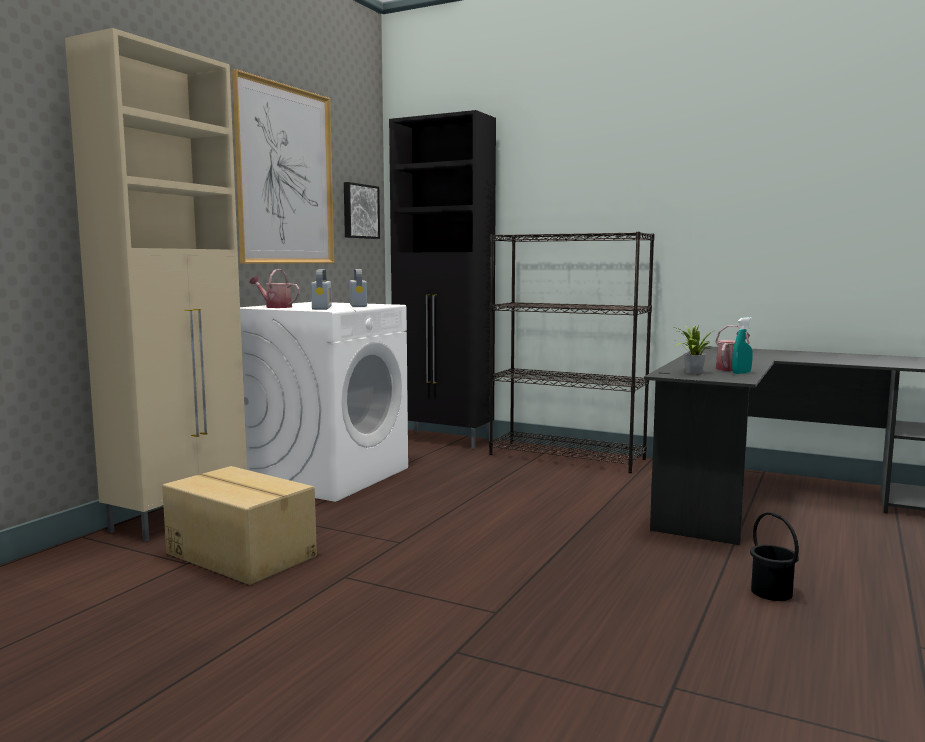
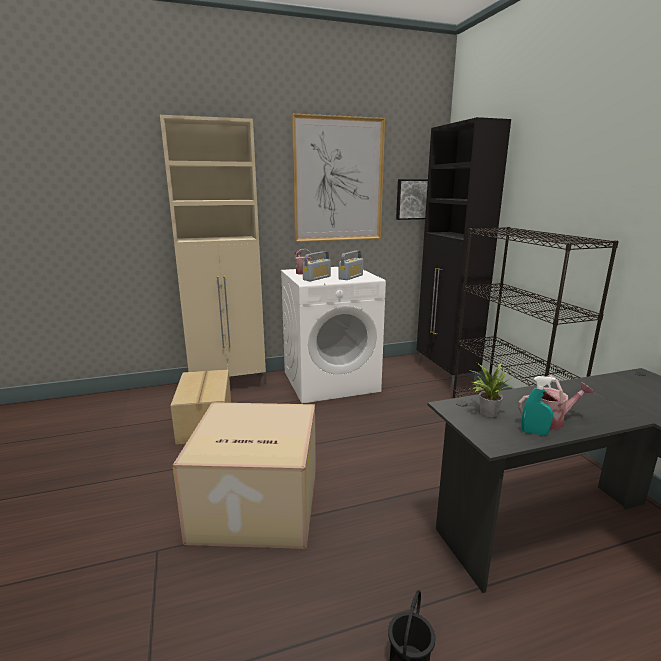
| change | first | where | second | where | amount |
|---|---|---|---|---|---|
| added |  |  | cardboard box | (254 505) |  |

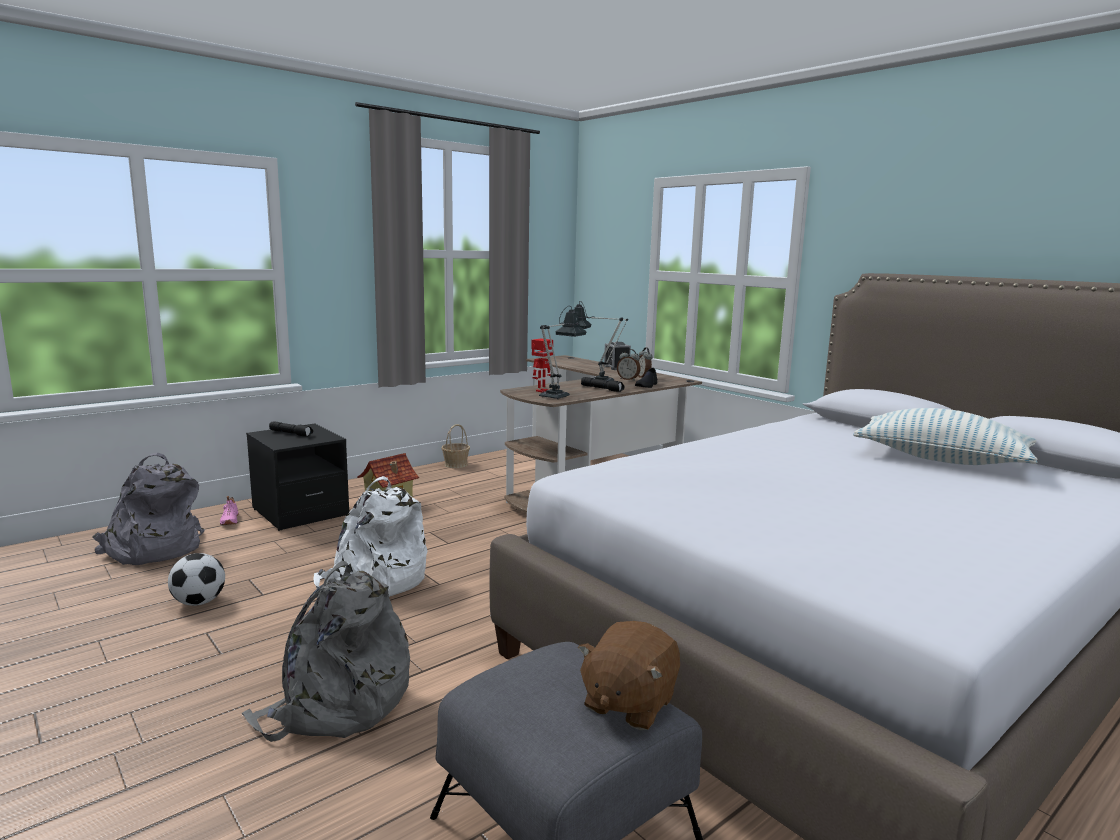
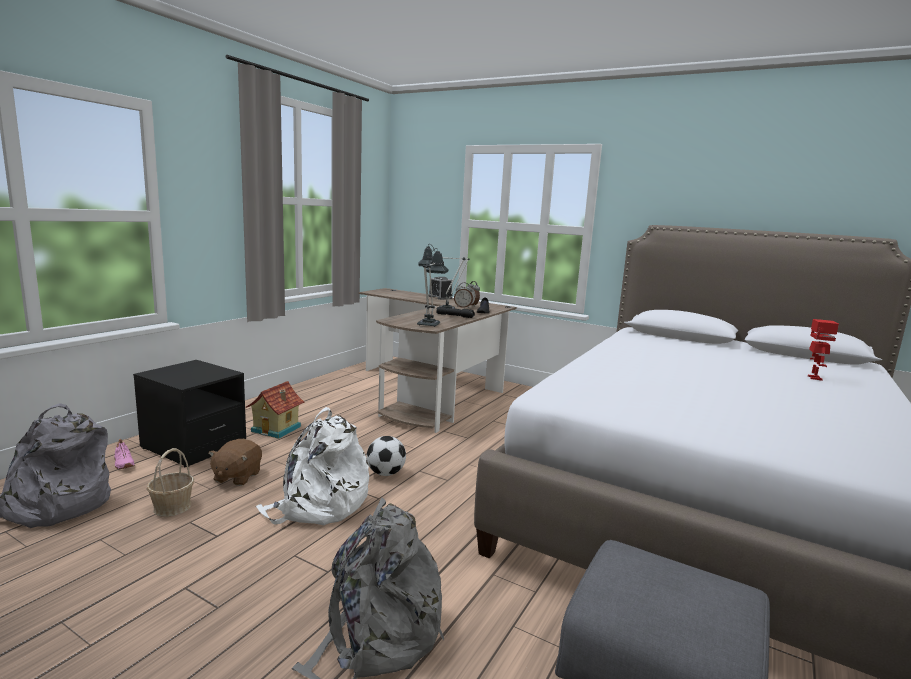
| change | first | where | second | where | amount |
|---|---|---|---|---|---|
| removed | black flashlight | (291 433) |  |  |  |
| removed | pillow | (941 460) |  |  |  |
| moved | football | (199 602) |  | (385 473) |  |
| moved | basket | (455 464) |  | (172 507) |  |
| moved | toy robot | (541 391) |  | (813 378) |  |
| moved | brown plush toy | (628 703) |  | (236 477) |  |

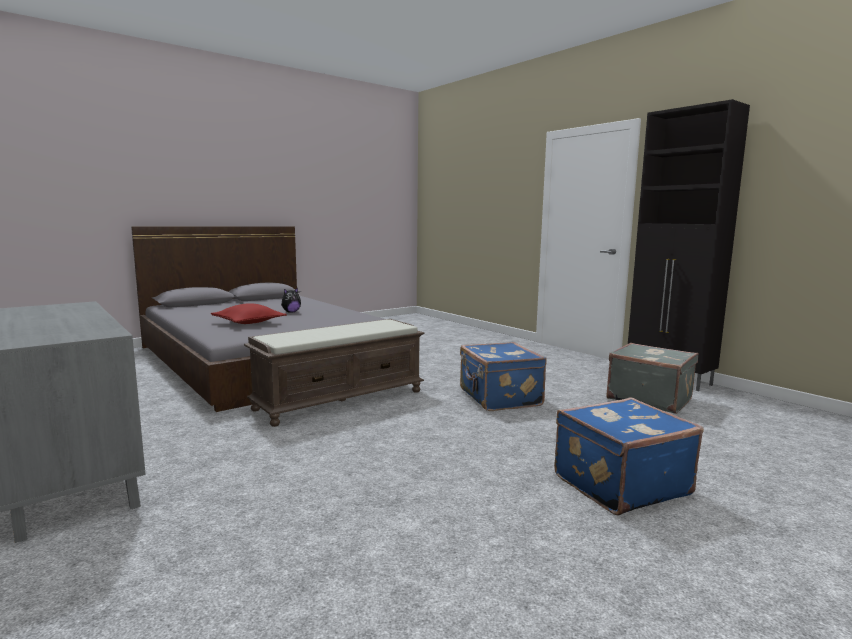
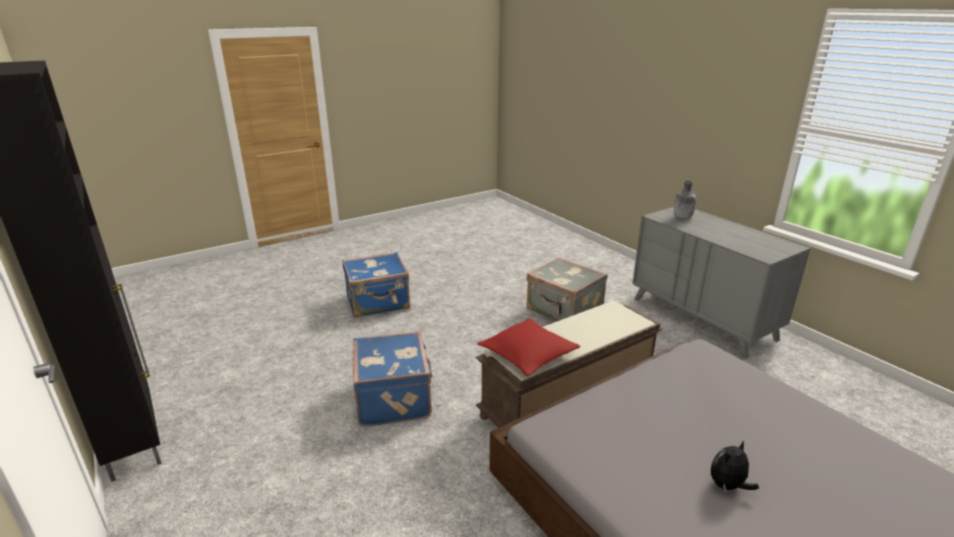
| change | first | where | second | where | amount |
|---|---|---|---|---|---|
| added |  |  | grey bottle | (682 218) |  |
| moved | red pillow | (249 322) |  | (528 354) |  |
| moved | grey suitcase | (649 398) |  | (564 311) |  |

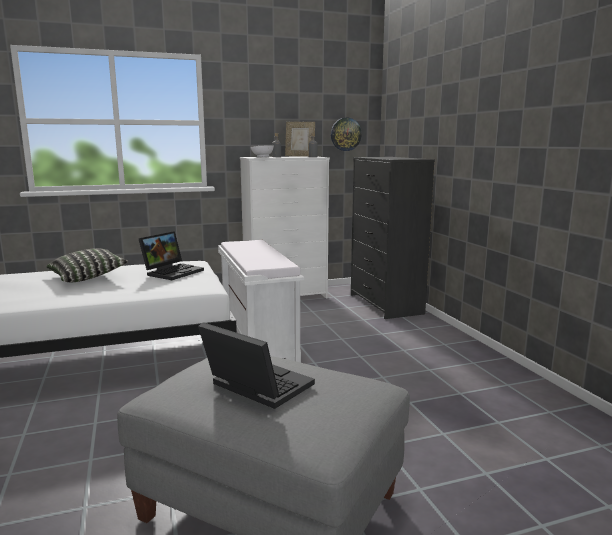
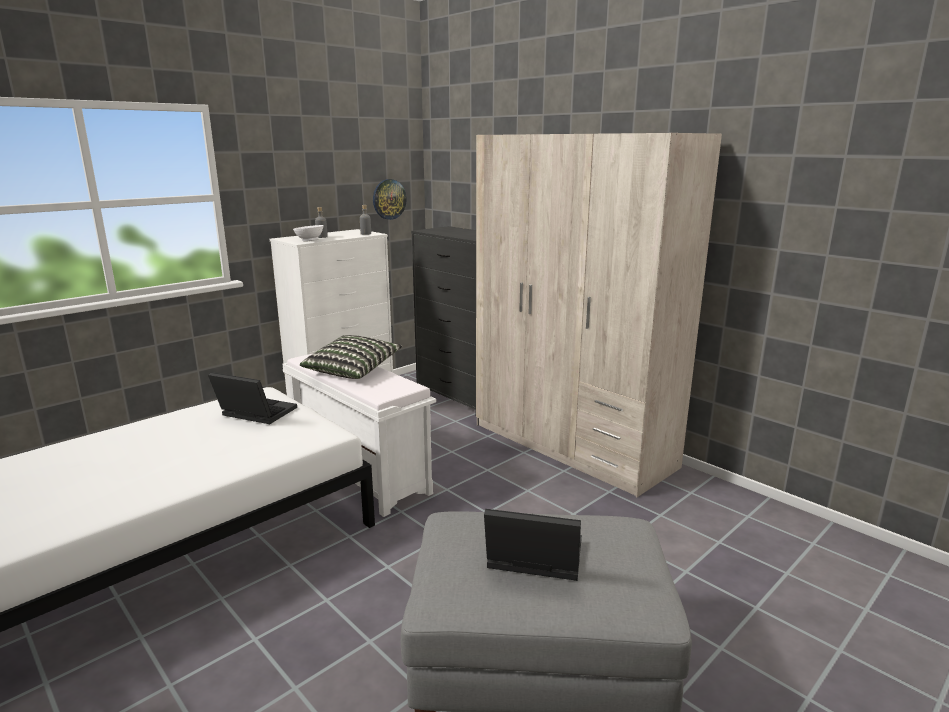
| change | first | where | second | where | amount |
|---|---|---|---|---|---|
| removed | picture frame | (300 156) |  |  |  |
| added |  |  | beige wardrobe | (571 445) |  |
| moved | pillow | (88 277) |  | (353 370) |  |
| turned | laptop | (173 272) |  | (254 413) | 75 degrees counterclockwise |

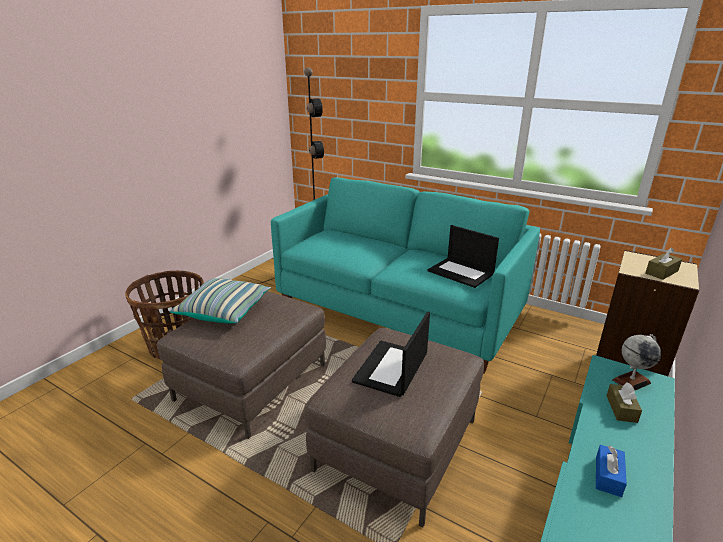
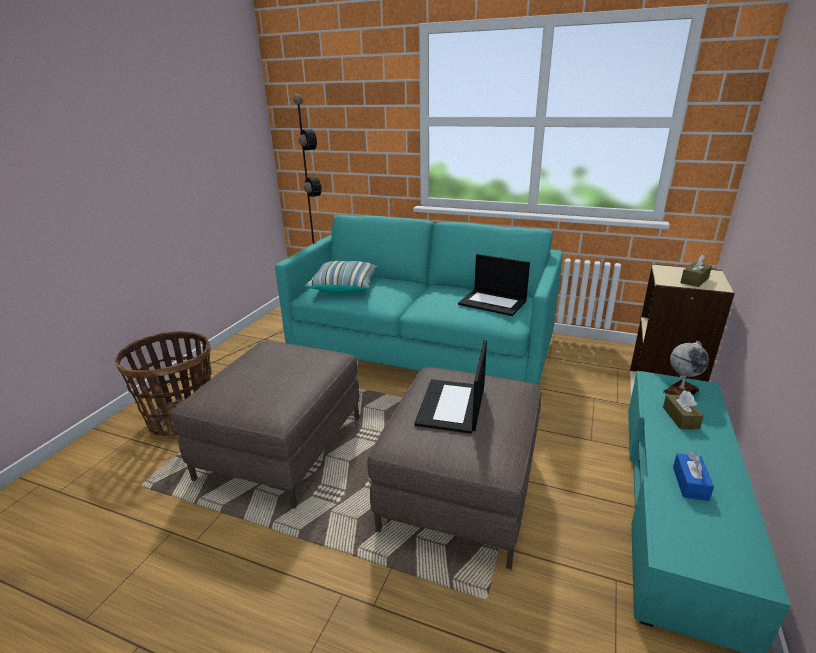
| change | first | where | second | where | amount |
|---|---|---|---|---|---|
| moved | pillow | (224 310) |  | (344 286) |  |

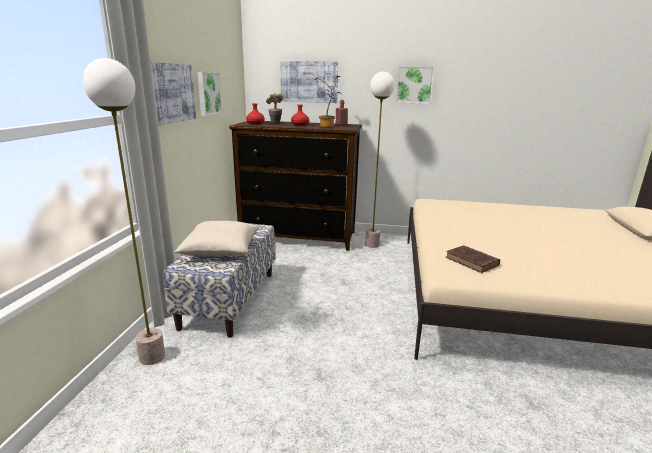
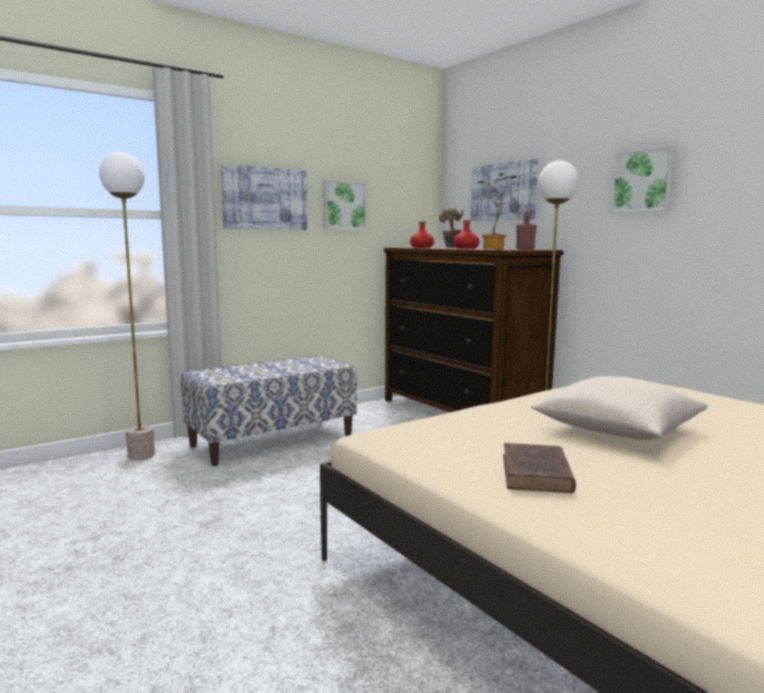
| change | first | where | second | where | amount |
|---|---|---|---|---|---|
| moved | beige pillow | (221 250) |  | (617 430) |  |
| moved | brown book | (473 262) |  | (536 474) |  |

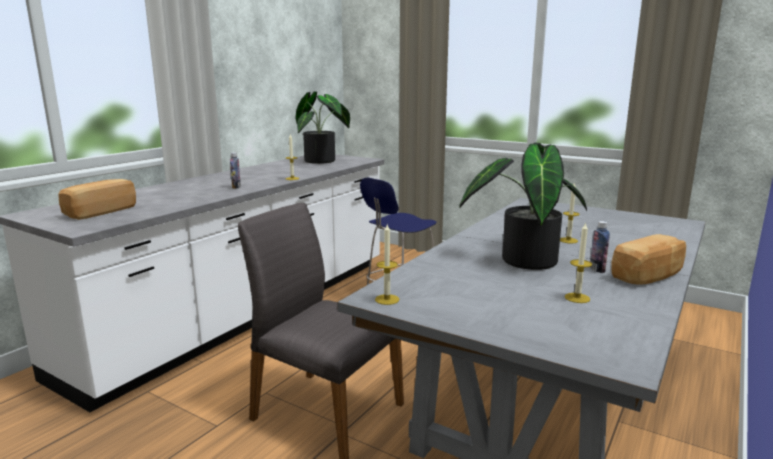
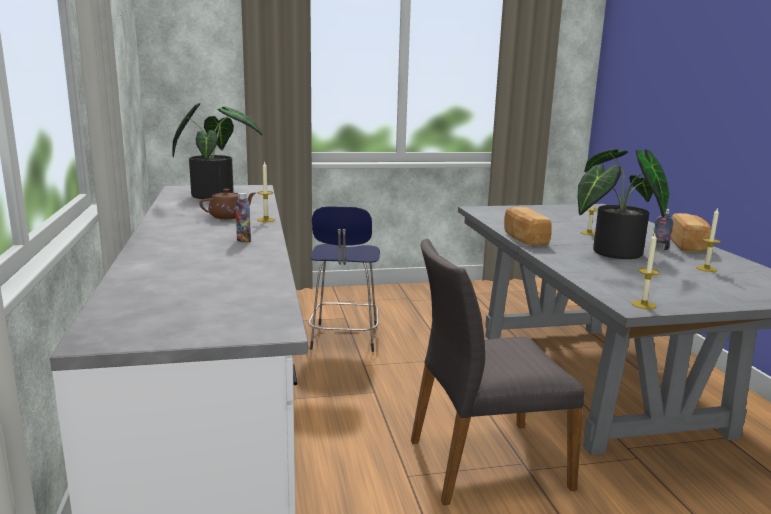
| change | first | where | second | where | amount |
|---|---|---|---|---|---|
| added |  |  | brown teapot | (228 217) |  |
| moved | bread | (99 211) |  | (524 239) |  |

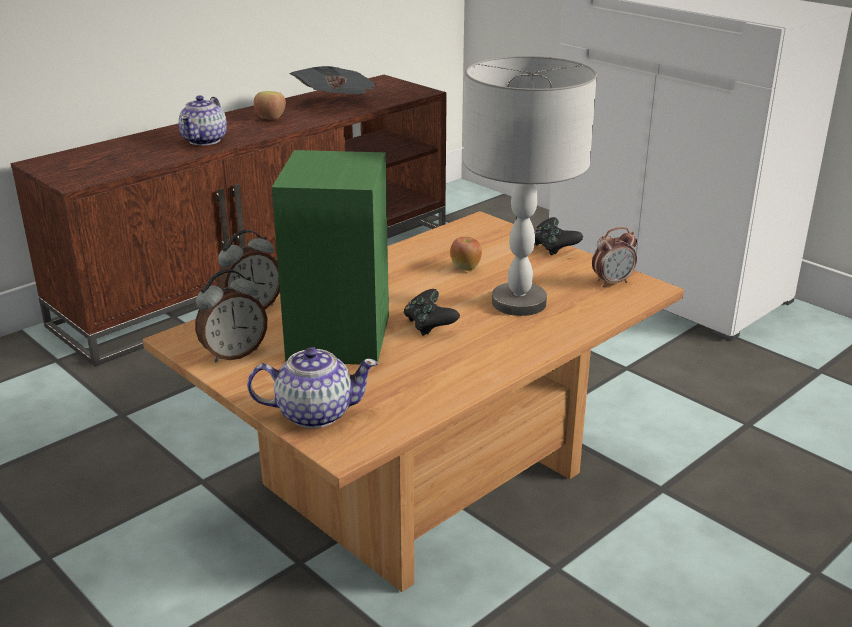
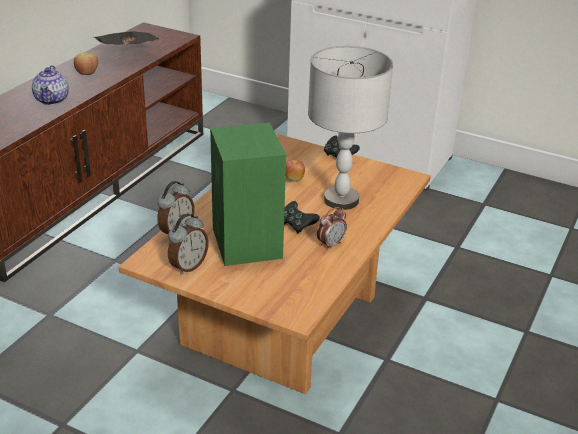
| change | first | where | second | where | amount |
|---|---|---|---|---|---|
| removed | teapot | (314 413) |  |  |  |
| moved | alarm clock | (612 282) |  | (331 244) |  |

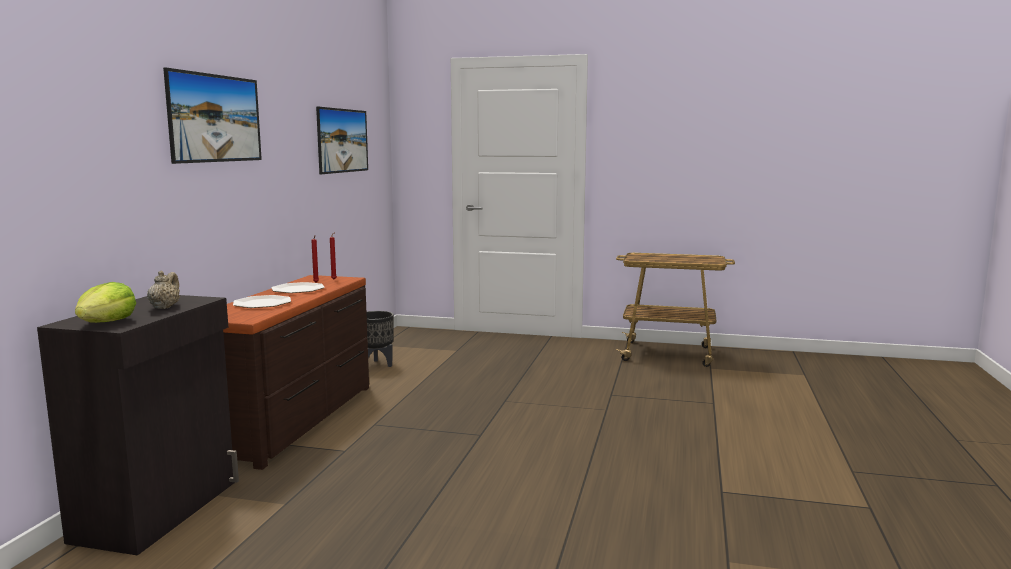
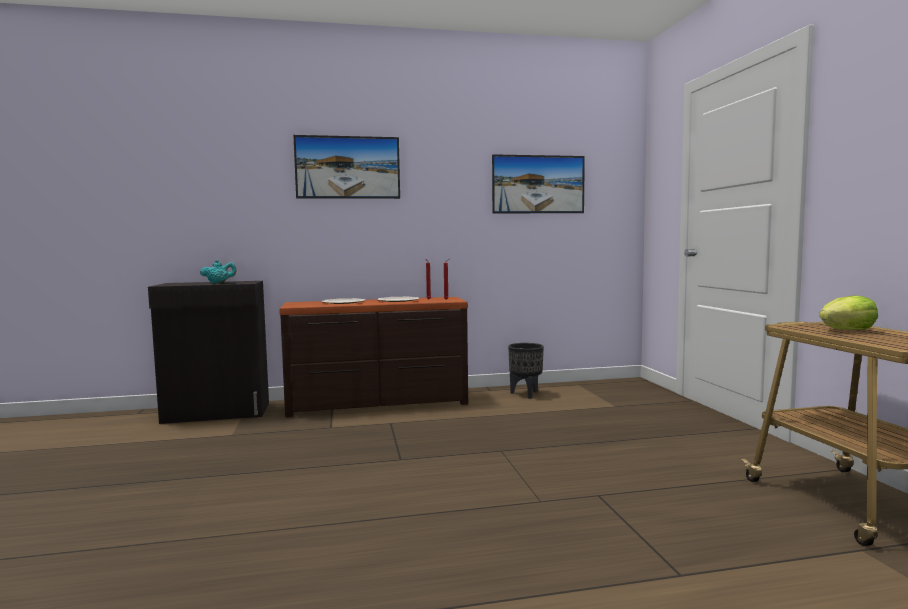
| change | first | where | second | where | amount |
|---|---|---|---|---|---|
| moved | lettuce | (107 323) |  | (847 330) |  |
| recoloured | beige teapot | (165 307) | turquoise teapot | (219 283) |  |

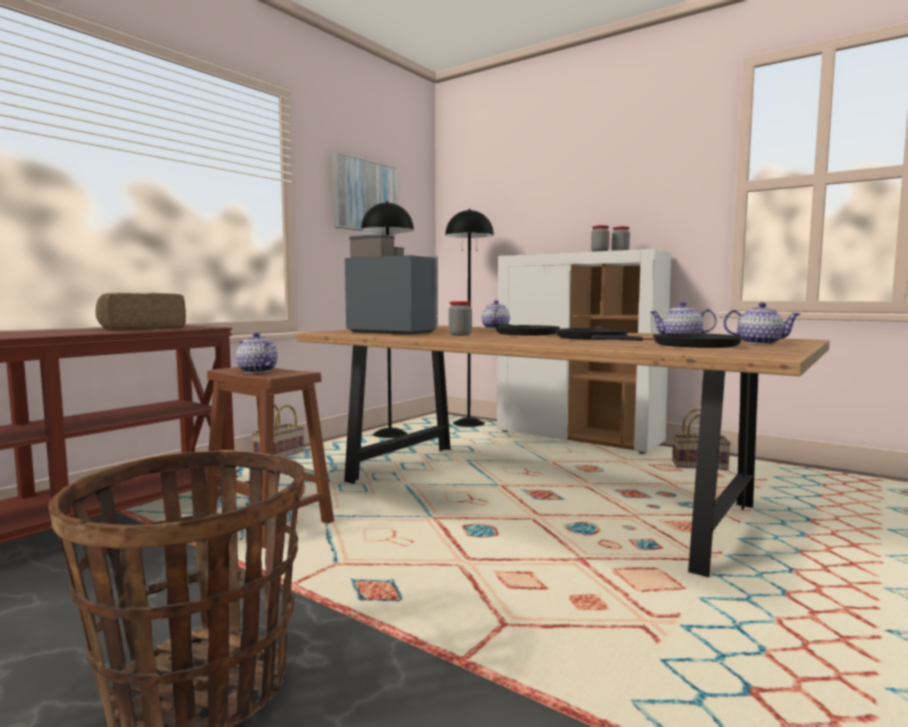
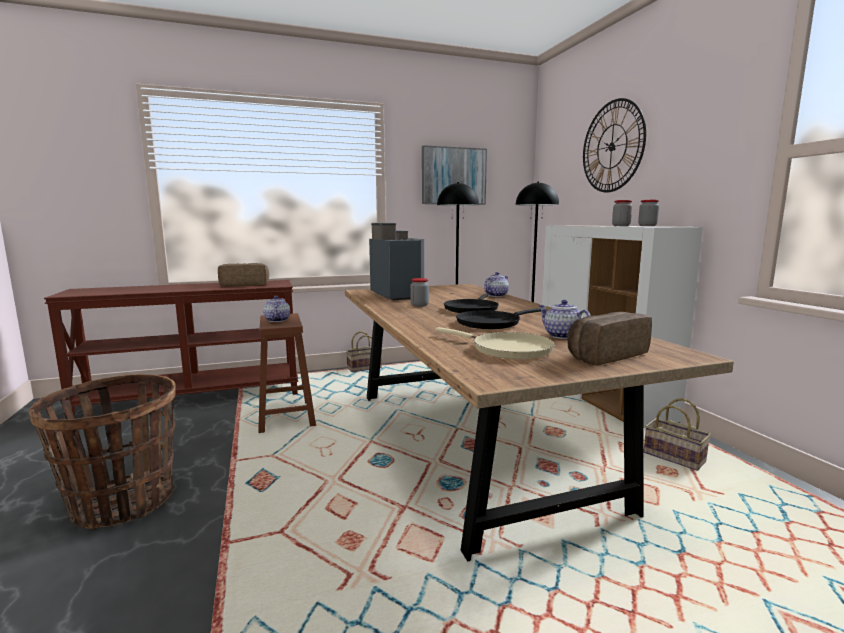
| change | first | where | second | where | amount |
|---|---|---|---|---|---|
| added |  |  | wall clock | (612 146) |  |
| replaced | teapot | (760 343) | bread | (604 355) |  |
| recoloured | black frying pan | (688 346) | beige frying pan | (506 349) |  |

